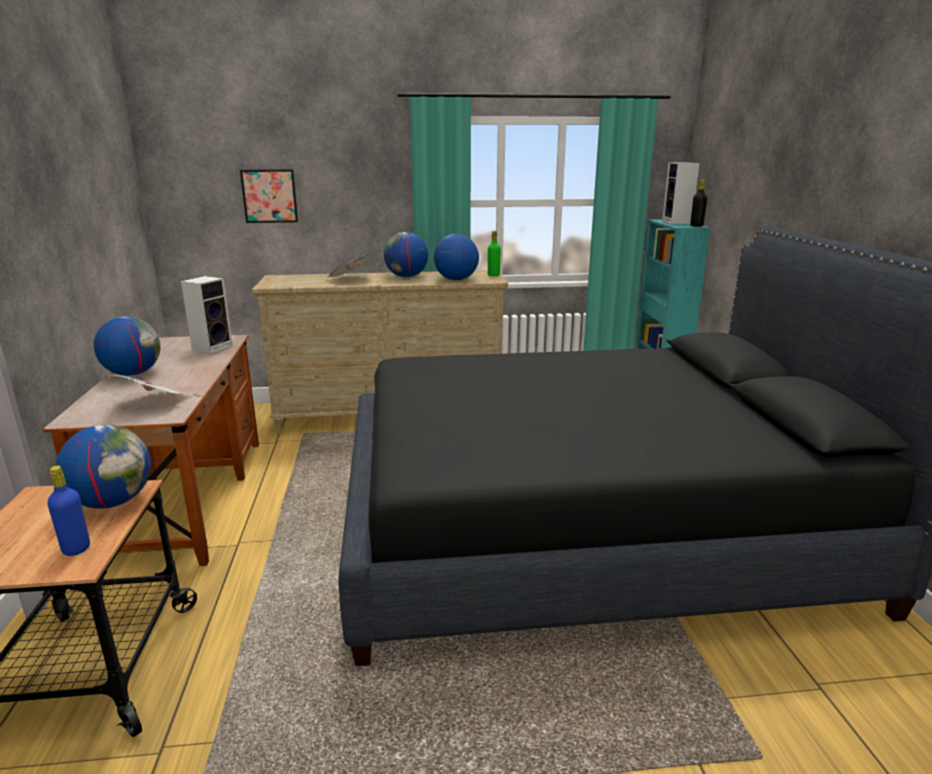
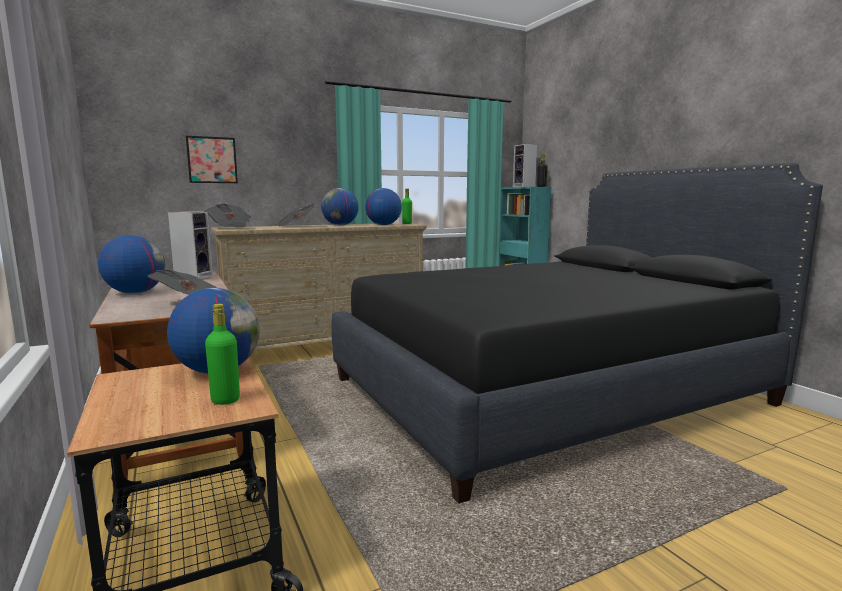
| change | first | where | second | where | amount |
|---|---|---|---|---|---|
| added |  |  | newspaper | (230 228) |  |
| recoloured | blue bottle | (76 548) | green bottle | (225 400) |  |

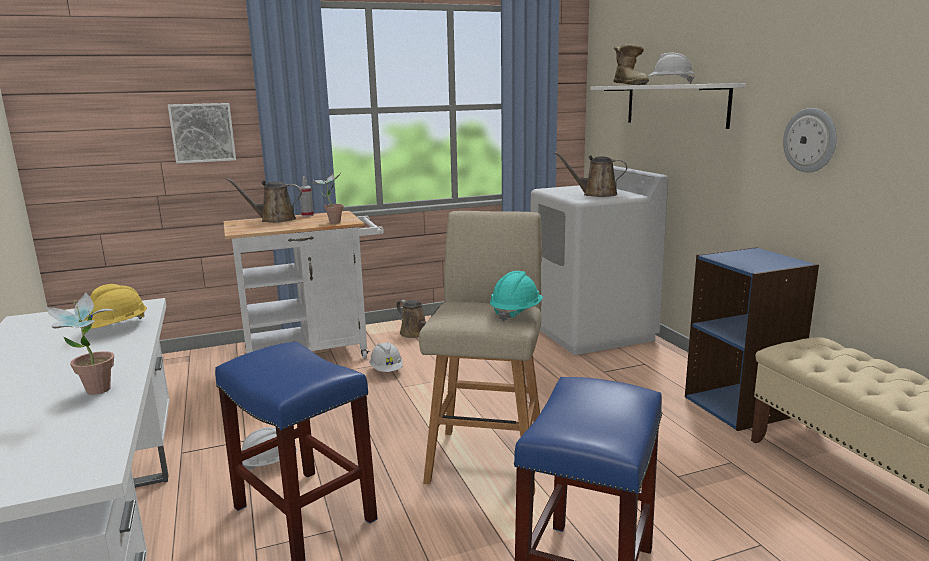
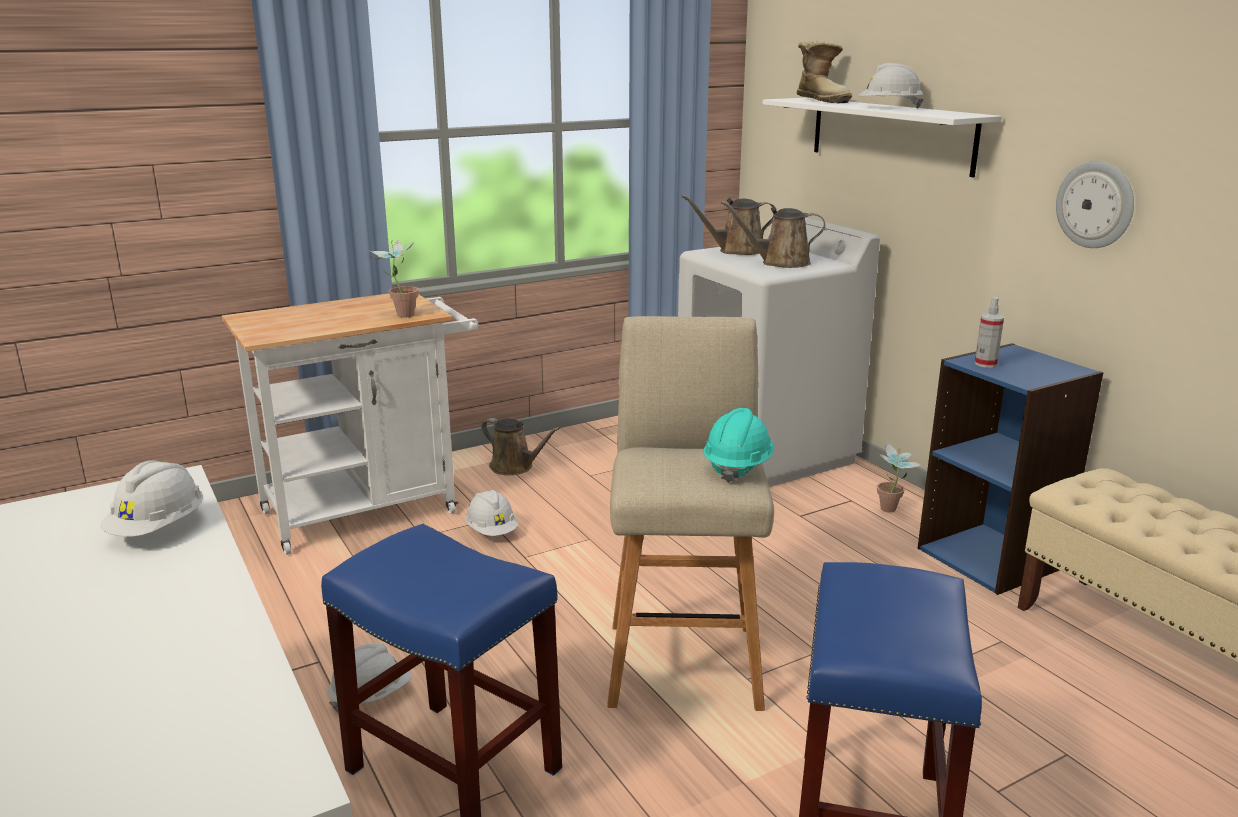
| change | first | where | second | where | amount |
|---|---|---|---|---|---|
| removed | picture | (202 132) |  |  |  |
| moved | potted plant | (95 393) |  | (891 511) |  |
| moved | brown watering can | (274 220) |  | (737 251) |  |
| moved | spray bottle | (307 215) |  | (985 364) |  |
| recoloured | yellow hard hat | (115 328) | white hard hat | (158 529) |  |

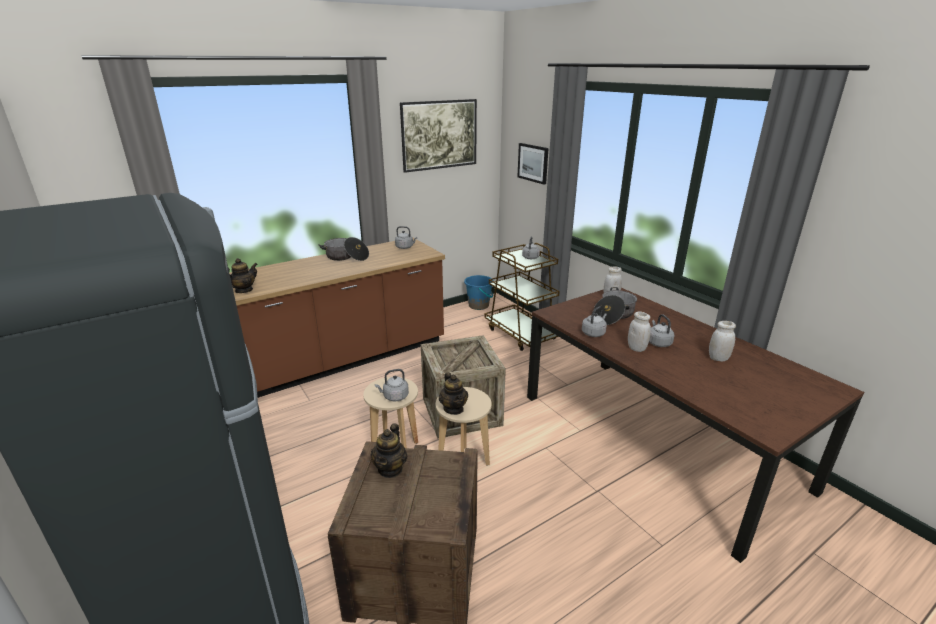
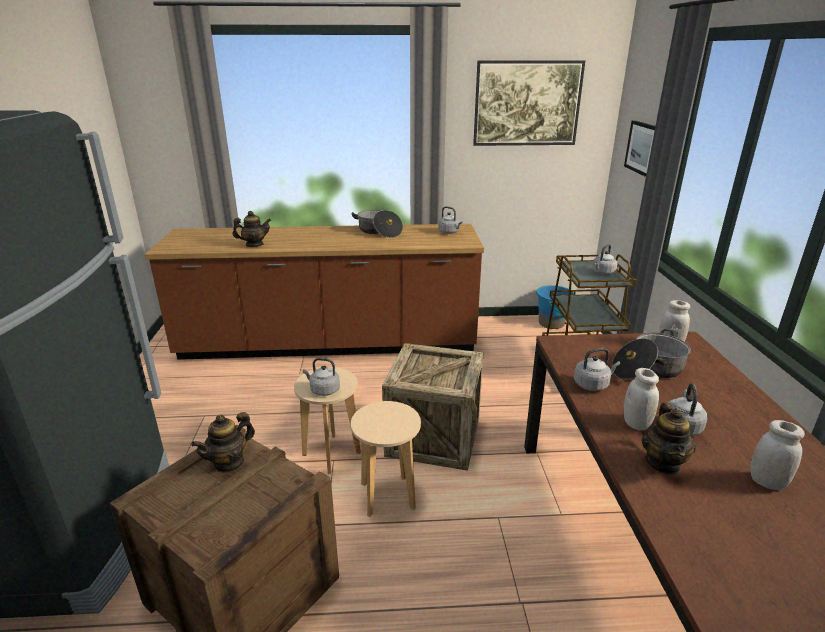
| change | first | where | second | where | amount |
|---|---|---|---|---|---|
| moved | teapot | (453 408) |  | (663 463) |  |

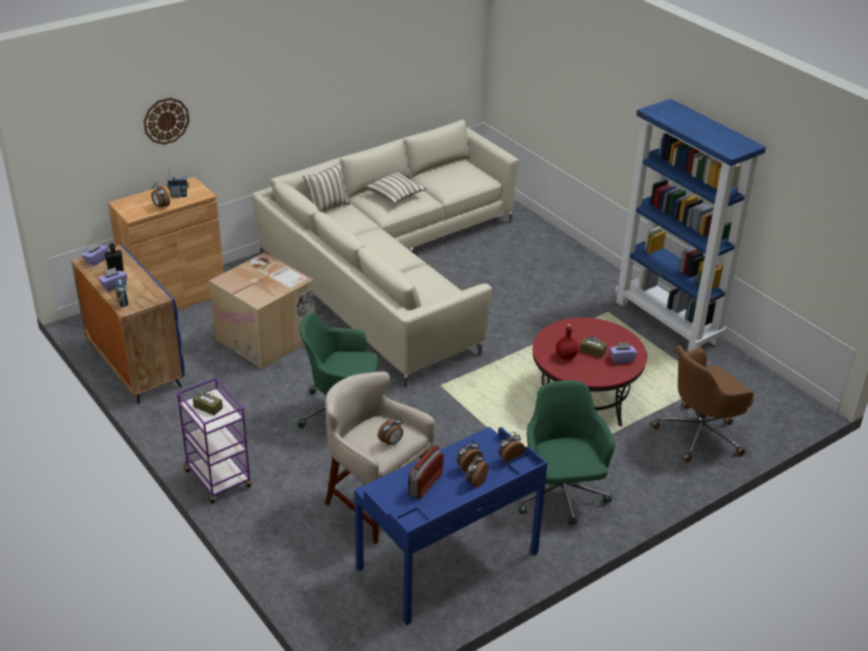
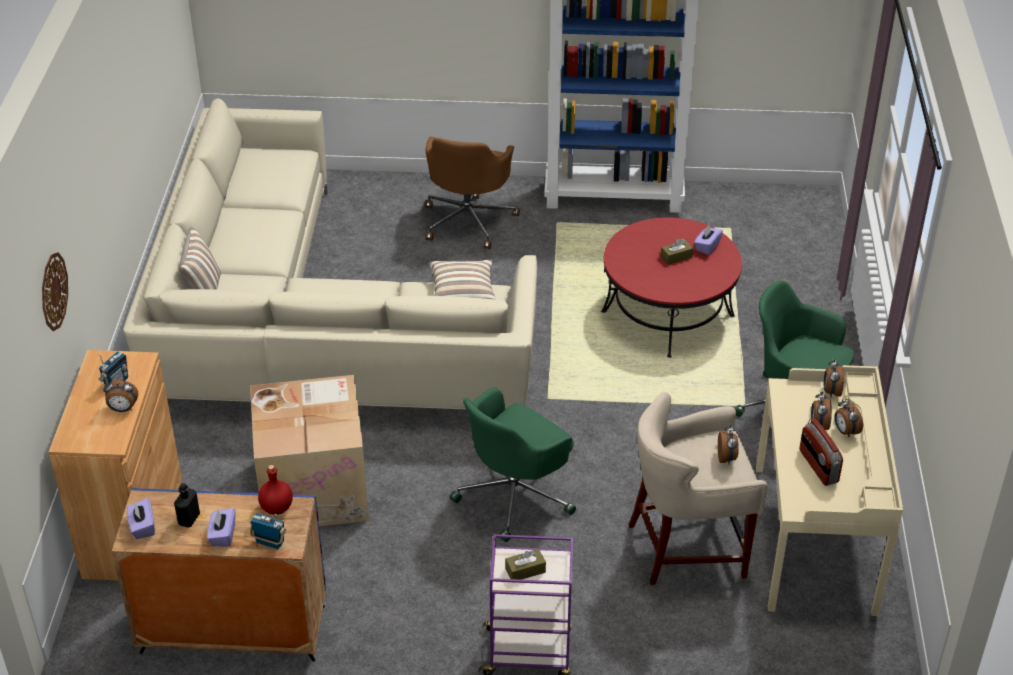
| change | first | where | second | where | amount |
|---|---|---|---|---|---|
| moved | pillow | (396 196) |  | (462 292) |  |
| moved | red bottle | (565 356) |  | (276 508) |  |
| moved | brown office chair | (700 434) |  | (469 220) |  |
| recoloured | blue desk | (448 561) | beige desk | (816 538) |  |

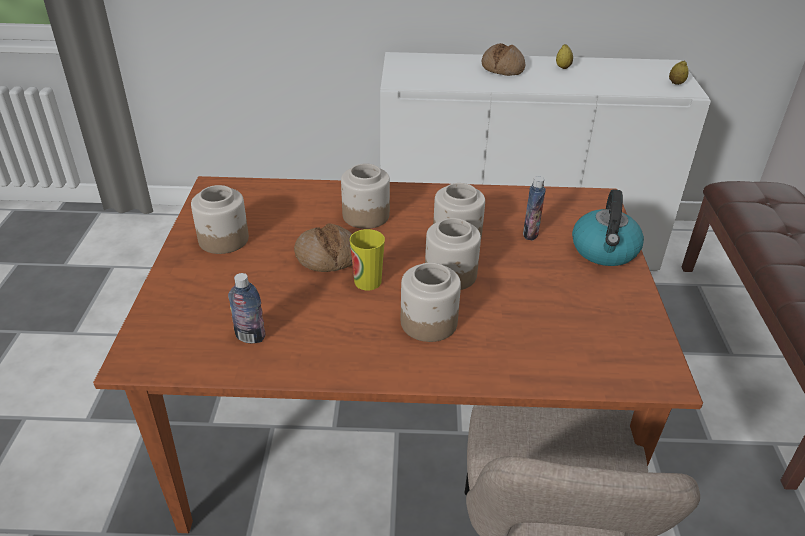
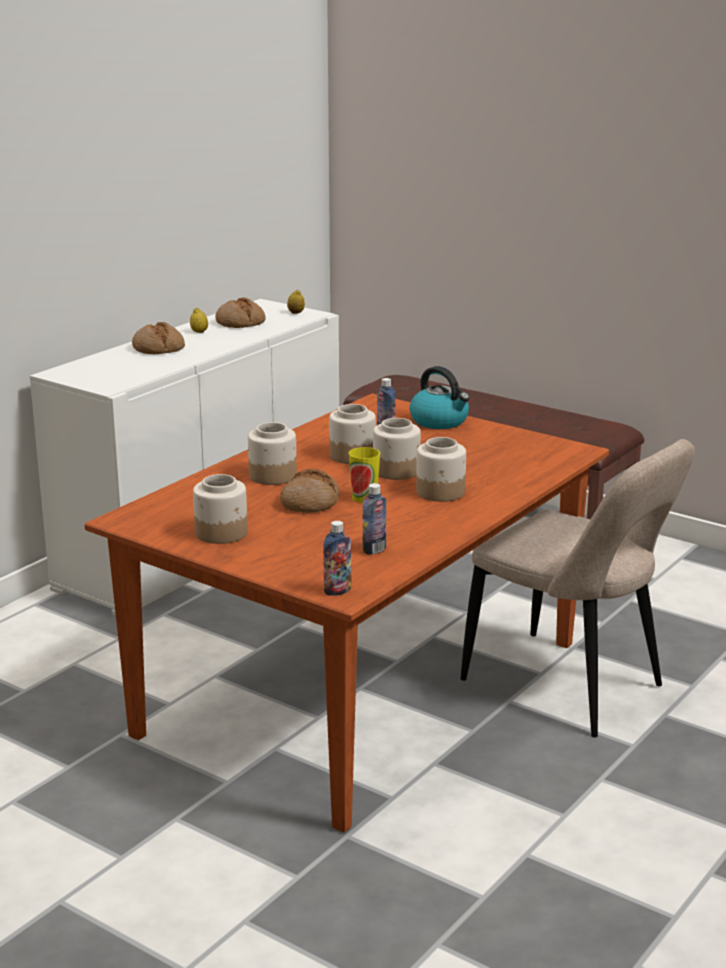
| change | first | where | second | where | amount |
|---|---|---|---|---|---|
| added |  |  | bread | (240 323) |  |
| added |  |  | bottle | (337 591) |  |

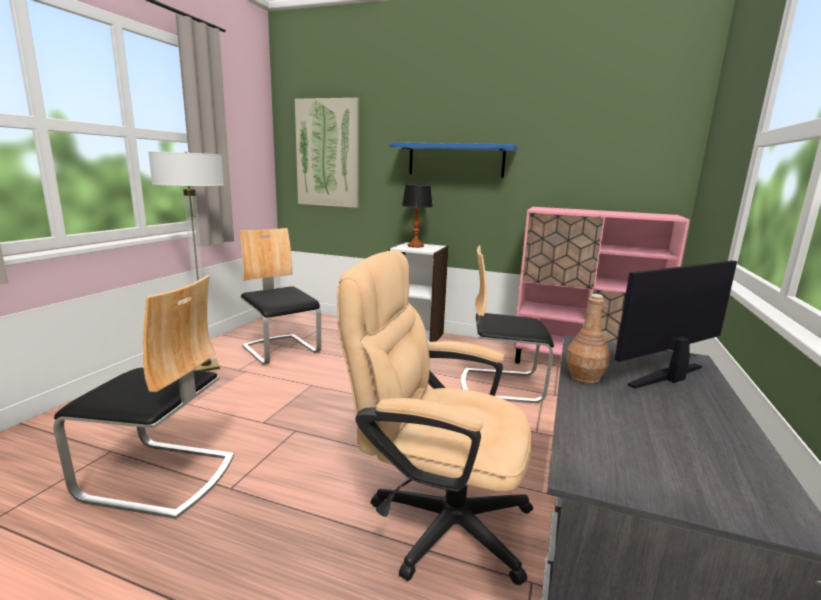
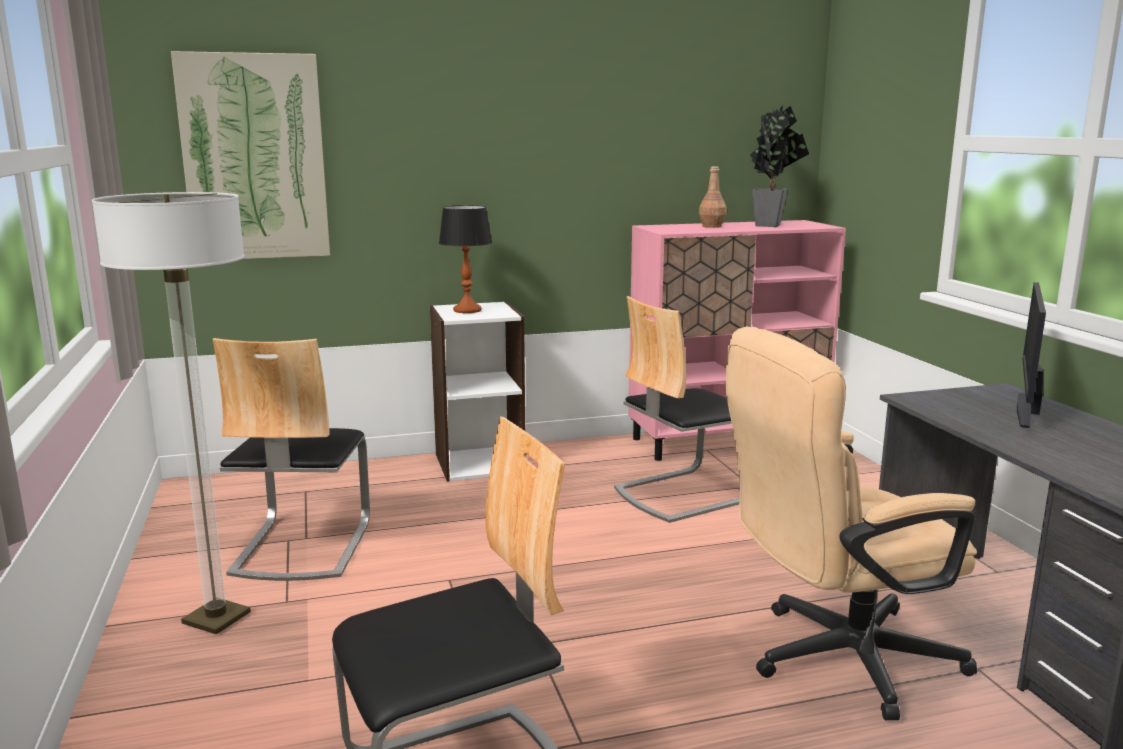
| change | first | where | second | where | amount |
|---|---|---|---|---|---|
| removed | blue shelf | (456 160) |  |  |  |
| added |  |  | potted plant | (771 225) |  |
| moved | brown bottle | (584 377) |  | (711 226) |  |
| turned | chair | (281 349) |  | (301 547) | 105 degrees counterclockwise |

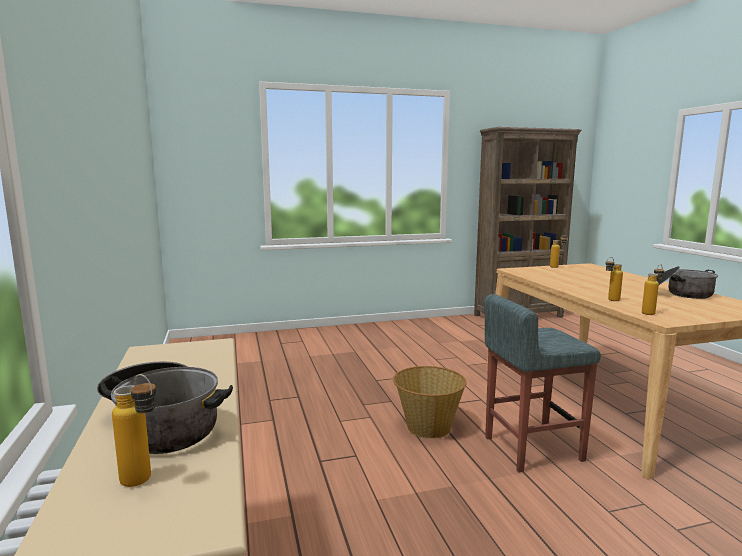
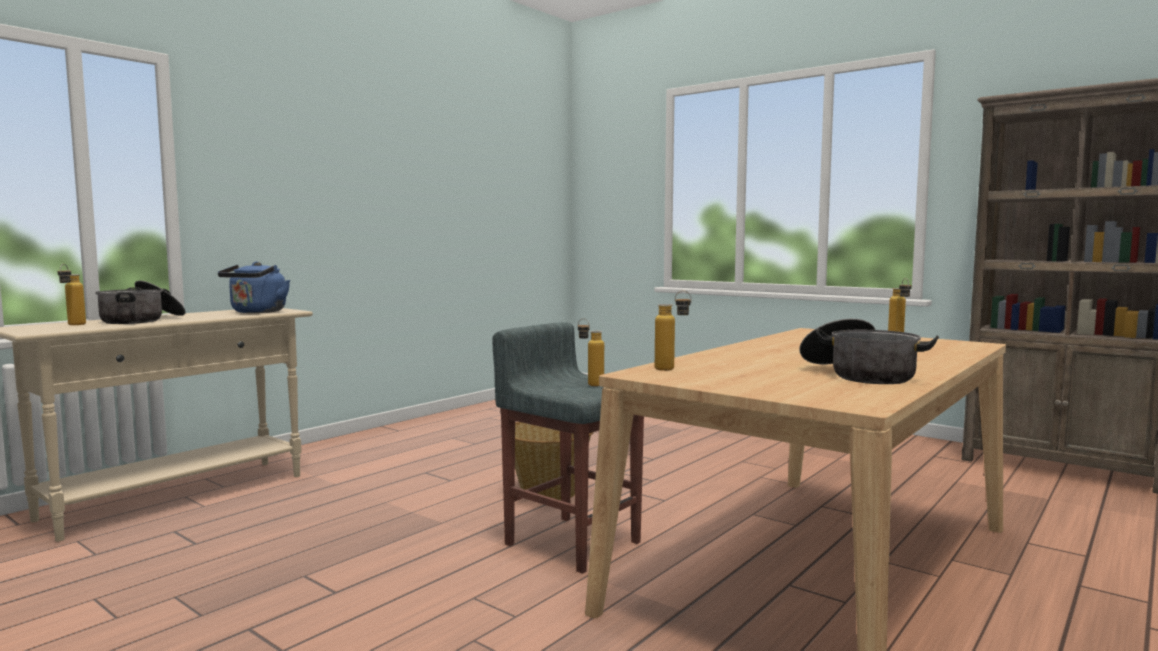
| change | first | where | second | where | amount |
|---|---|---|---|---|---|
| added |  |  | blue kettle | (257 312) |  |
| moved | bottle | (610 300) |  | (590 384) |  |

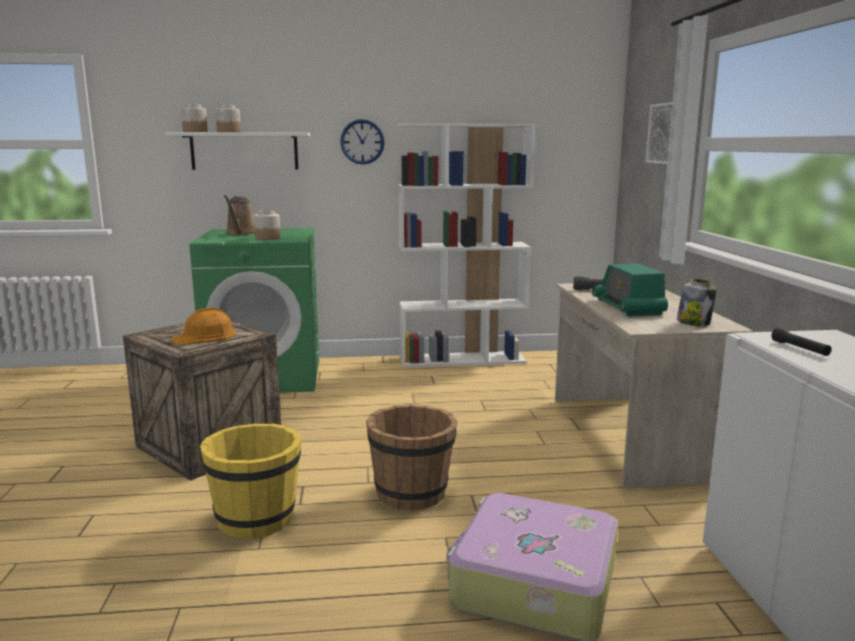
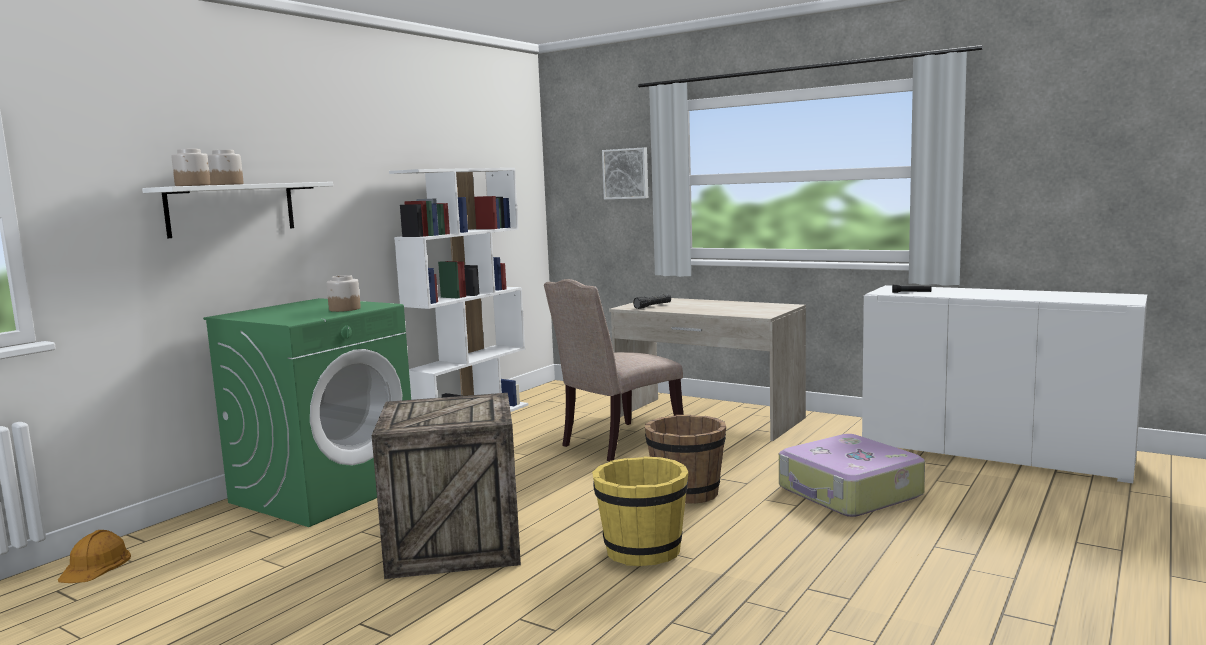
| change | first | where | second | where | amount |
|---|---|---|---|---|---|
| removed | brown watering can | (241 233) |  |  |  |
| removed | wall clock | (362 142) |  |  |  |
| removed | radio | (628 307) |  |  |  |
| removed | jar | (694 323) |  |  |  |
| added |  |  | beige chair | (618 443) |  |
| moved | orange hard hat | (205 336) |  | (96 565) |  |

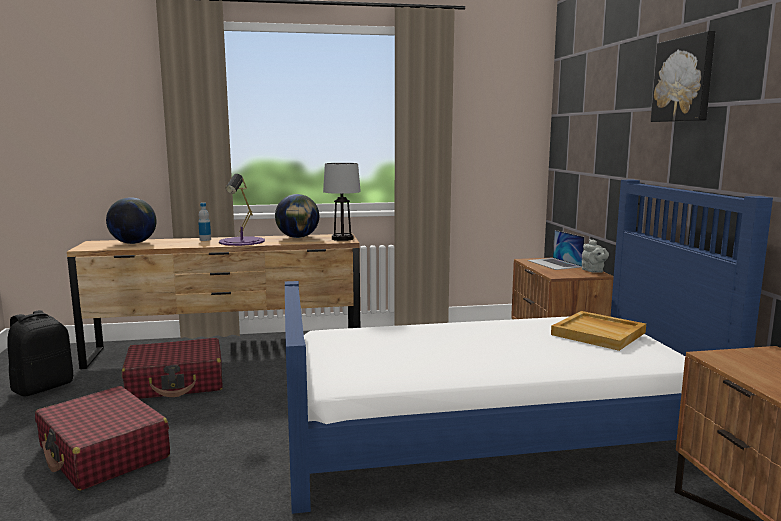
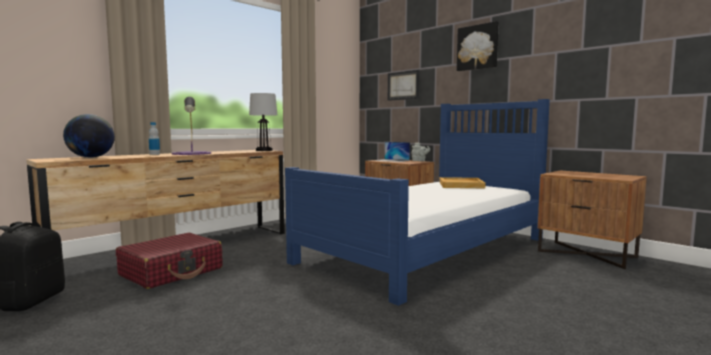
| change | first | where | second | where | amount |
|---|---|---|---|---|---|
| removed | red suitcase | (104 453) |  |  |  |
| removed | globe | (298 237) |  |  |  |
| added |  |  | picture | (403 85) |  |

